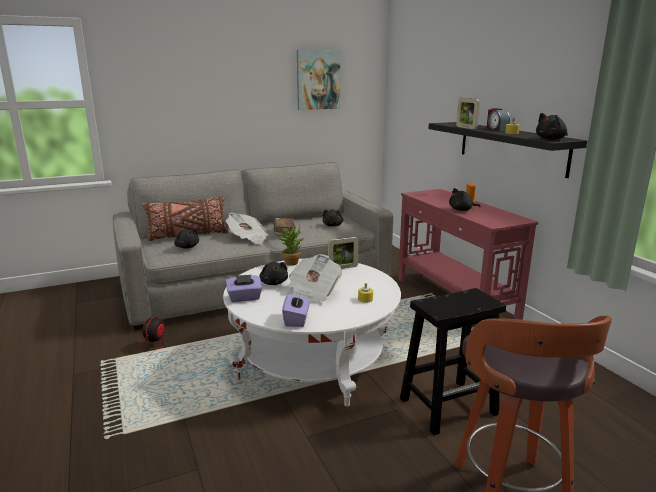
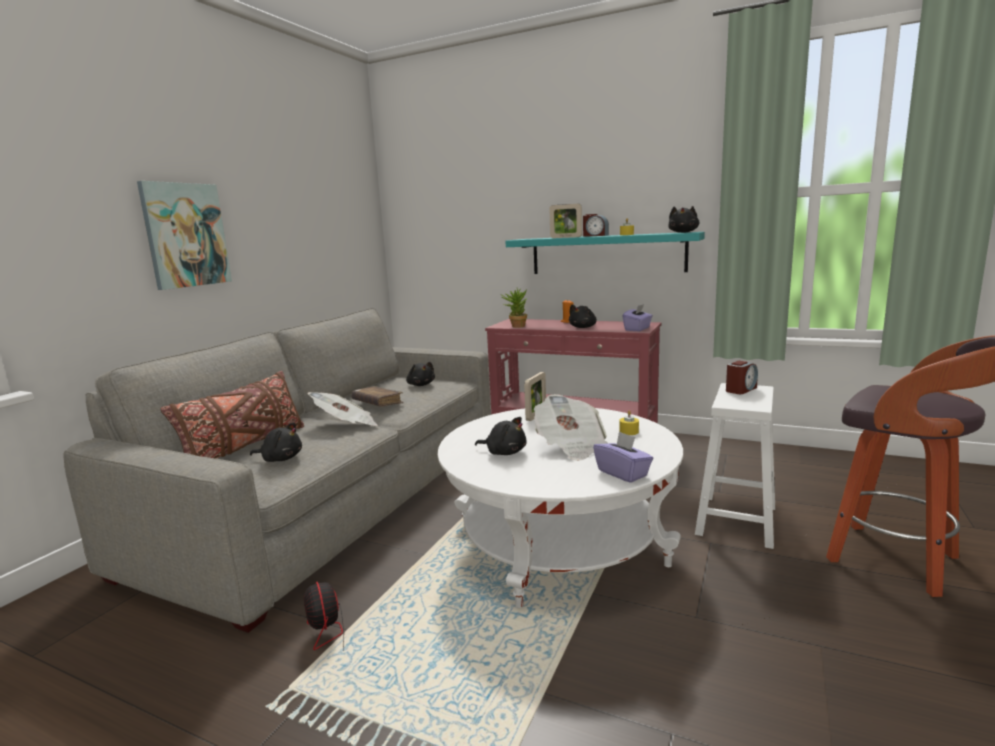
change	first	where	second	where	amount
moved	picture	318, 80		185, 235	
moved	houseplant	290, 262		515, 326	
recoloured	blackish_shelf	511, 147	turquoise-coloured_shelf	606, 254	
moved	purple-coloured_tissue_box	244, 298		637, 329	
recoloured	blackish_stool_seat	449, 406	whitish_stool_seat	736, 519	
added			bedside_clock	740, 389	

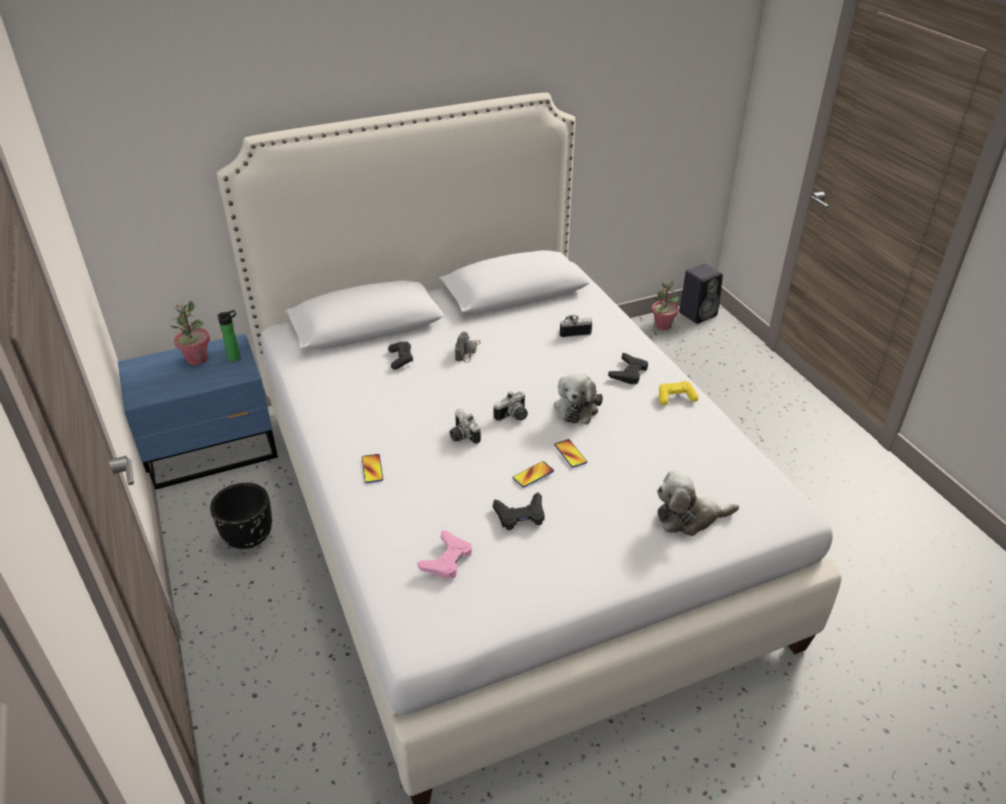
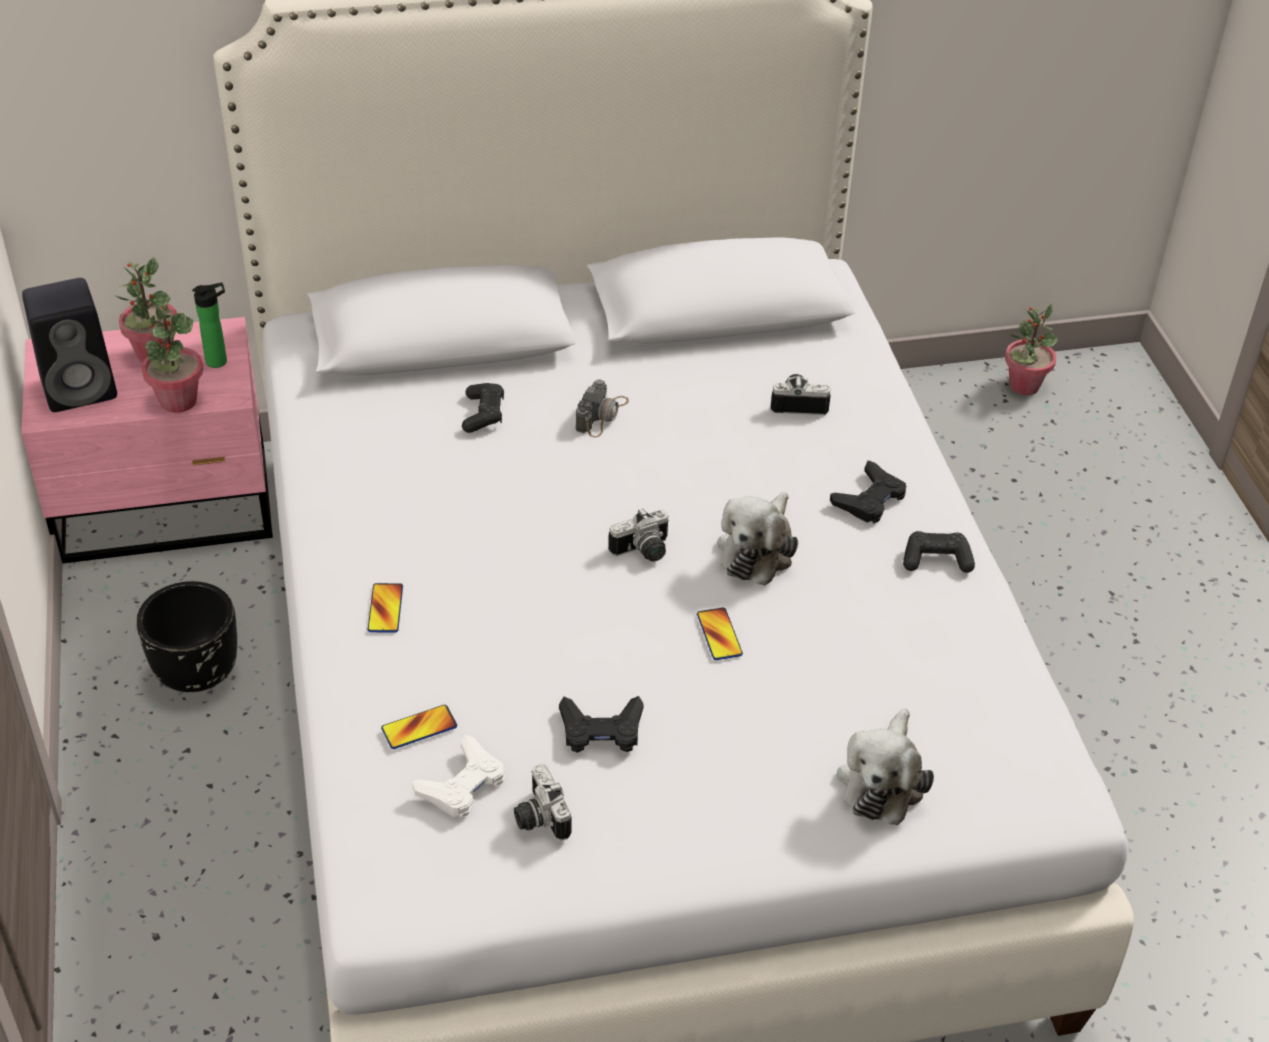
change	first	where	second	where	amount
recoloured	blue-coloured_bedside_table	213, 450	pink-coloured_bedside_table	168, 508	
moved	blackish_audio_speaker	698, 313		82, 387	
added			houseplant	178, 401	
moved	handset	533, 475		419, 728	
recoloured	pink-coloured_gamepad	447, 559	whitish_gamepad	463, 784	
moved	still_camera	461, 436		538, 818	
turned	soft_toy	689, 517		882, 780	75 degrees counterclockwise
recoloured	yellowish_gamepad	675, 398	blackish_gamepad	936, 560	

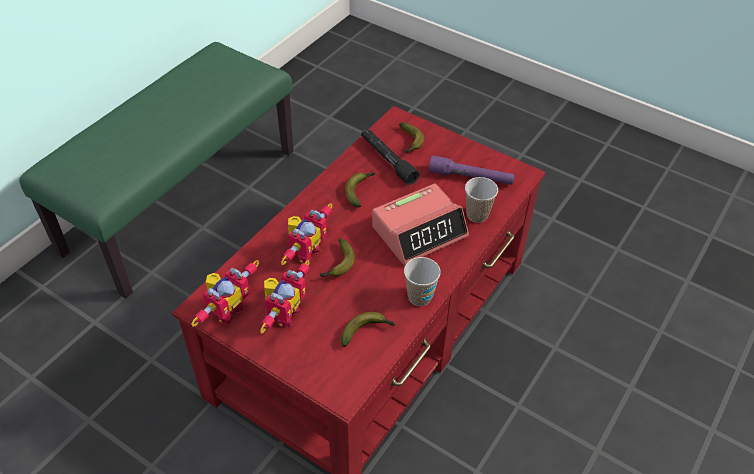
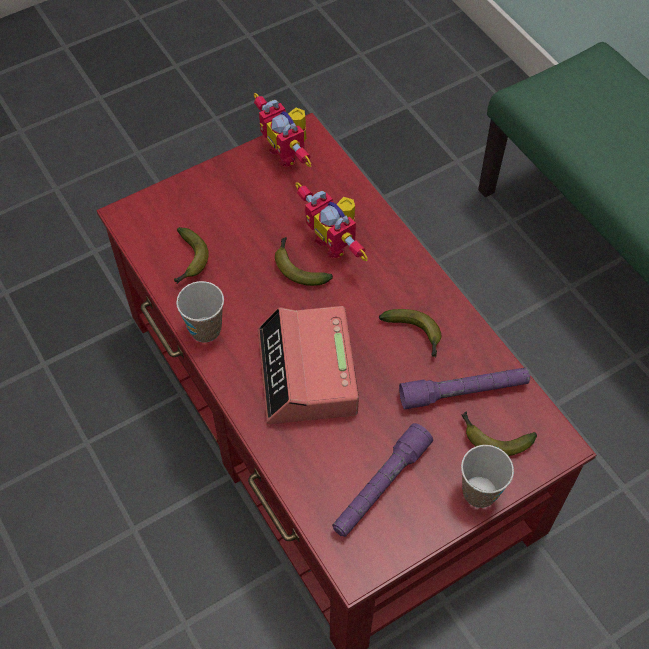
change	first	where	second	where	amount
recoloured	blackish_torch	387, 160	purple-coloured_torch	464, 392	
moved	small_cup	477, 215		479, 492	
removed	toy_robot	283, 313			

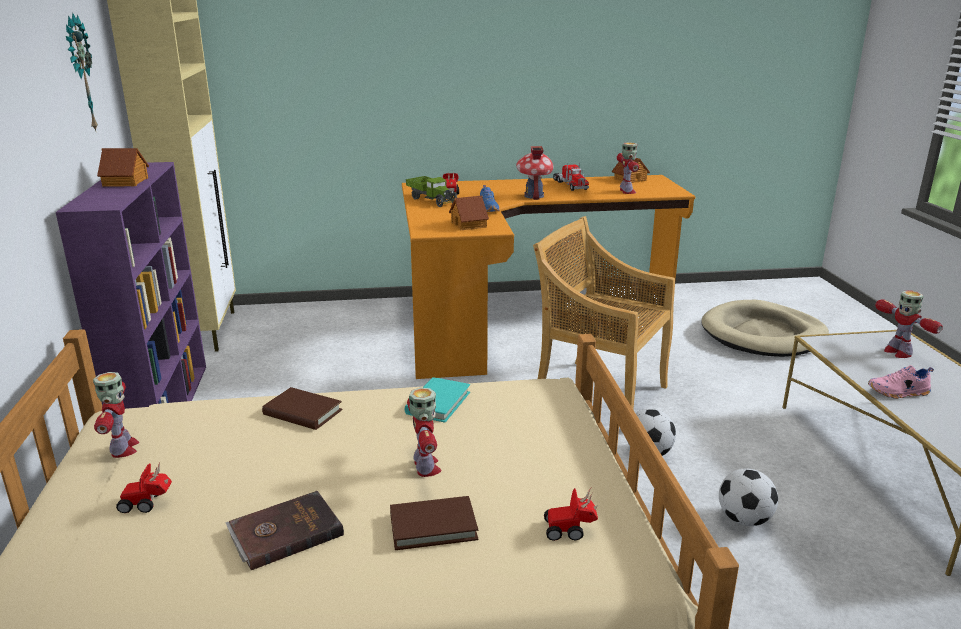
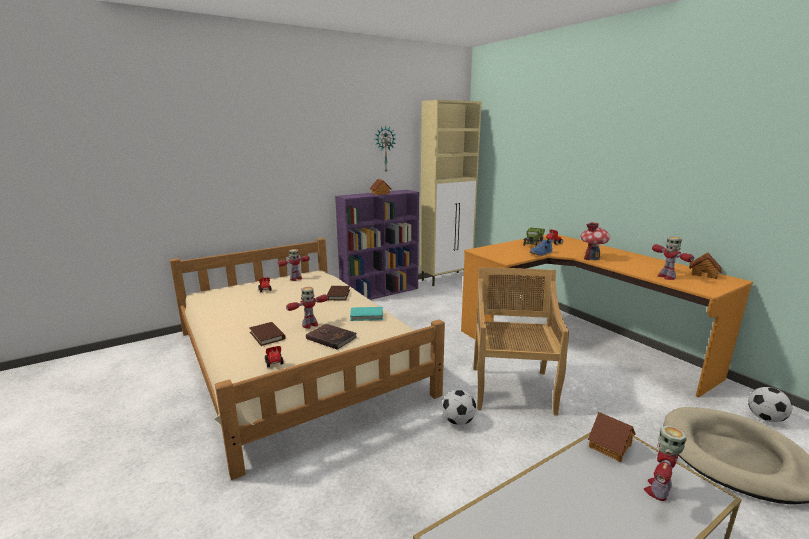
change	first	where	second	where	amount
moved	brown-coloured_bound_book	285, 532		331, 337	
moved	toy_house	469, 224		610, 446	
turned	toy_robot	627, 191		666, 277	105 degrees clockwise
moved	football_ball	744, 519		765, 418	
removed	toy_lorry	570, 185			
removed	pink-coloured_item_of_footwear	898, 393			

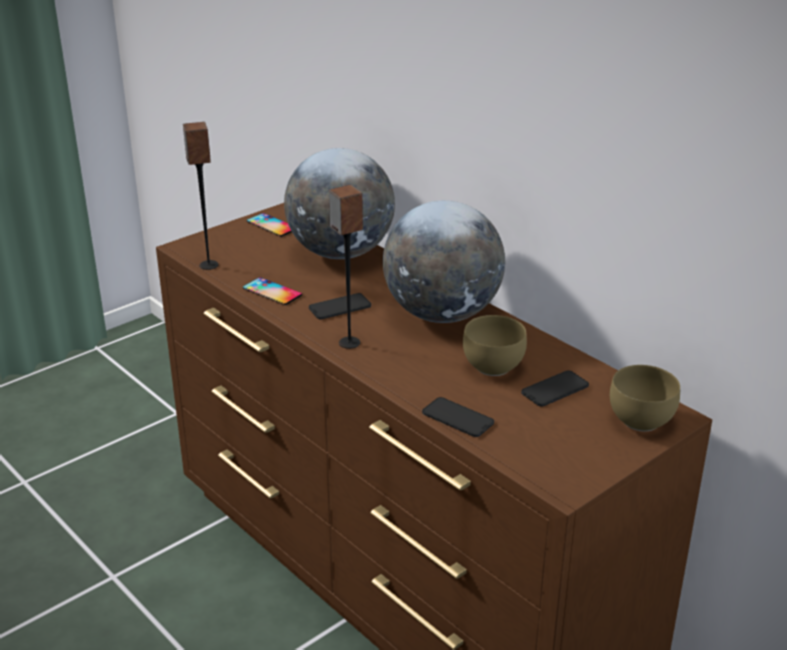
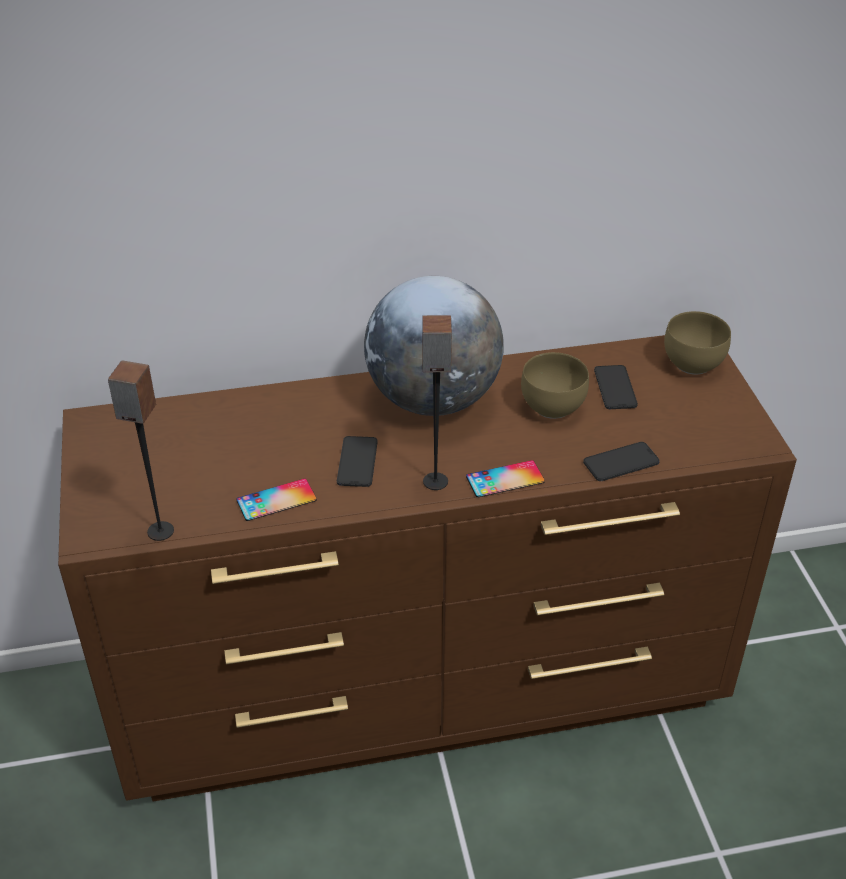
change	first	where	second	where	amount
moved	handset	272, 225		505, 479	
removed	globe	340, 253			

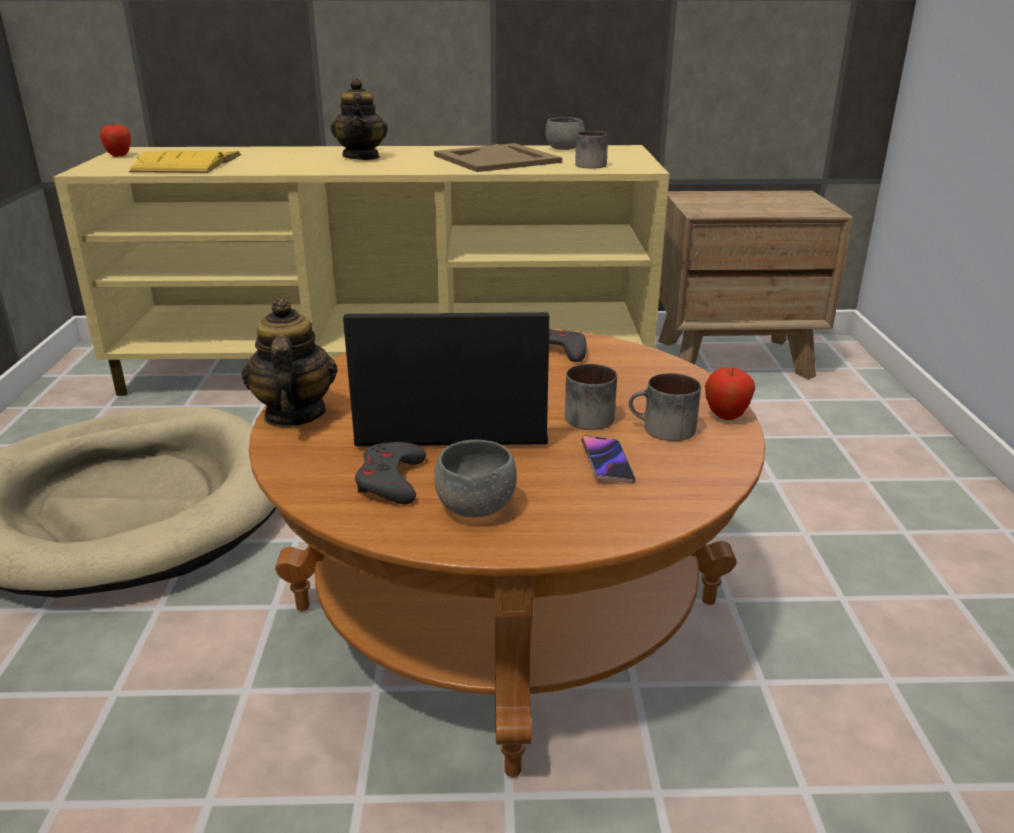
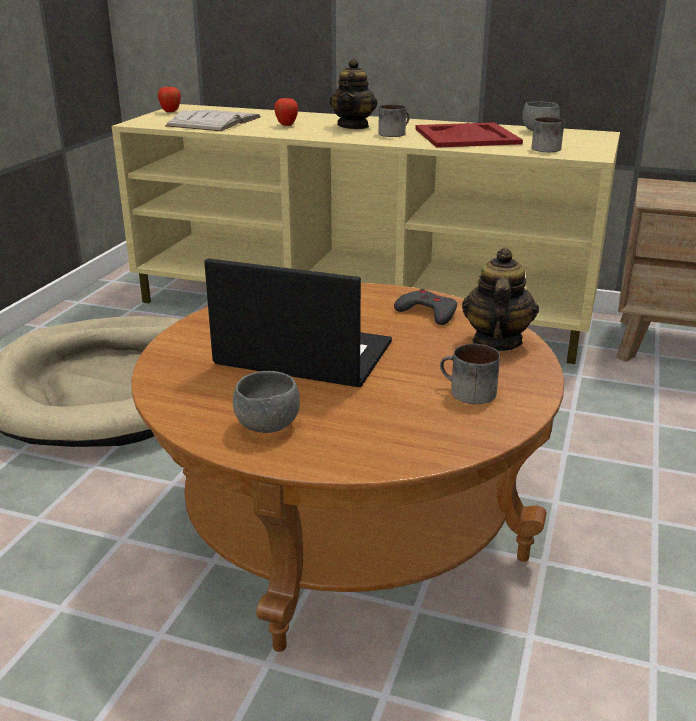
change	first	where	second	where	amount
recoloured	yellowish_bound_book	188, 163	whitish_bound_book	214, 121	
moved	apple	726, 417		286, 125	
moved	tea_mug	590, 415		394, 133	
recoloured	beige-coloured_tray	498, 159	red_tray	468, 136	
moved	tea_pot	294, 415		496, 342	
removed	gray_gamepad	391, 480			
removed	handset	607, 463			

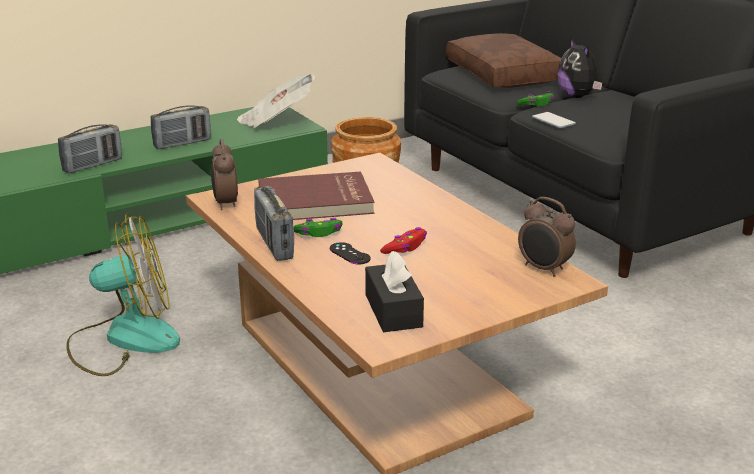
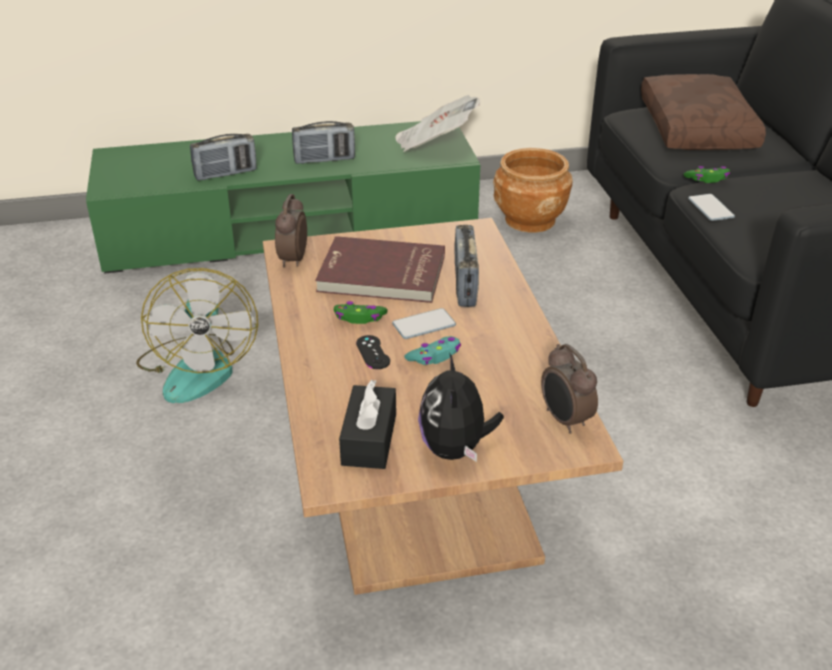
change	first	where	second	where	amount
turned	fan	124, 339		198, 367	75 degrees clockwise
added			handset	424, 325	
recoloured	red_gamepad	405, 247	turquoise-coloured_gamepad	435, 356	
moved	soft_toy	577, 96		455, 449	
moved	radio	274, 244		465, 285	

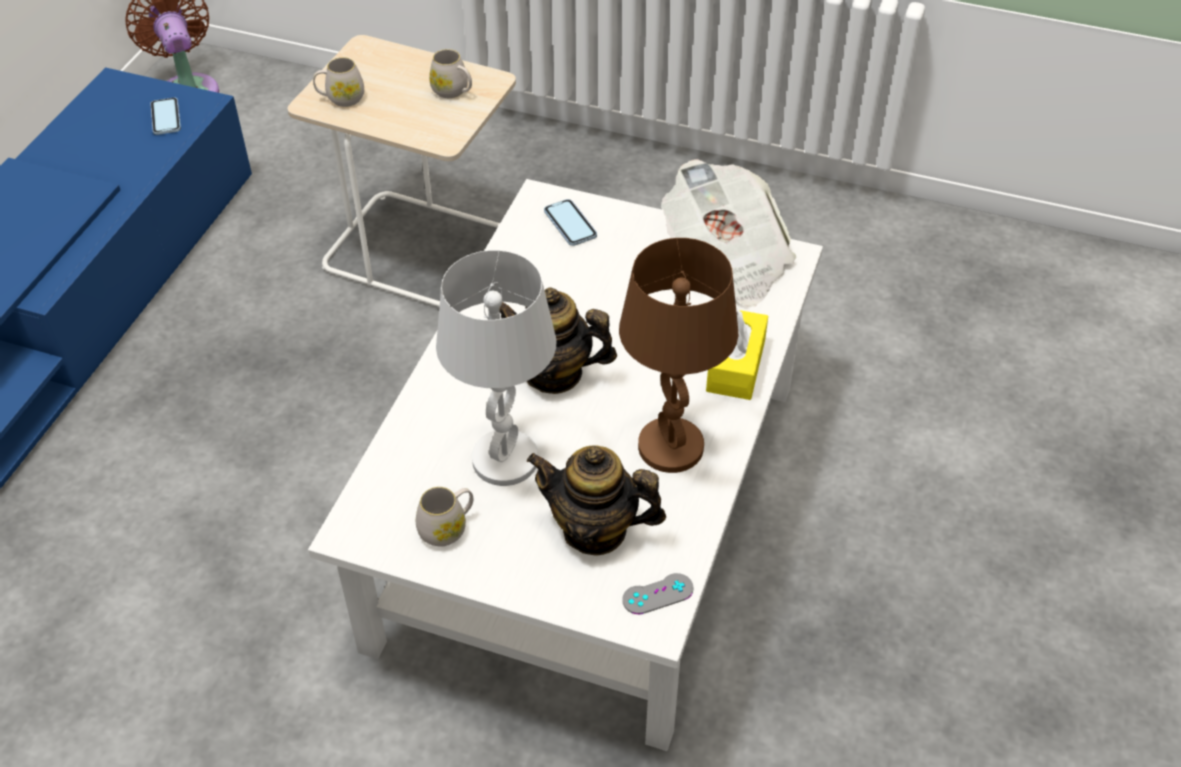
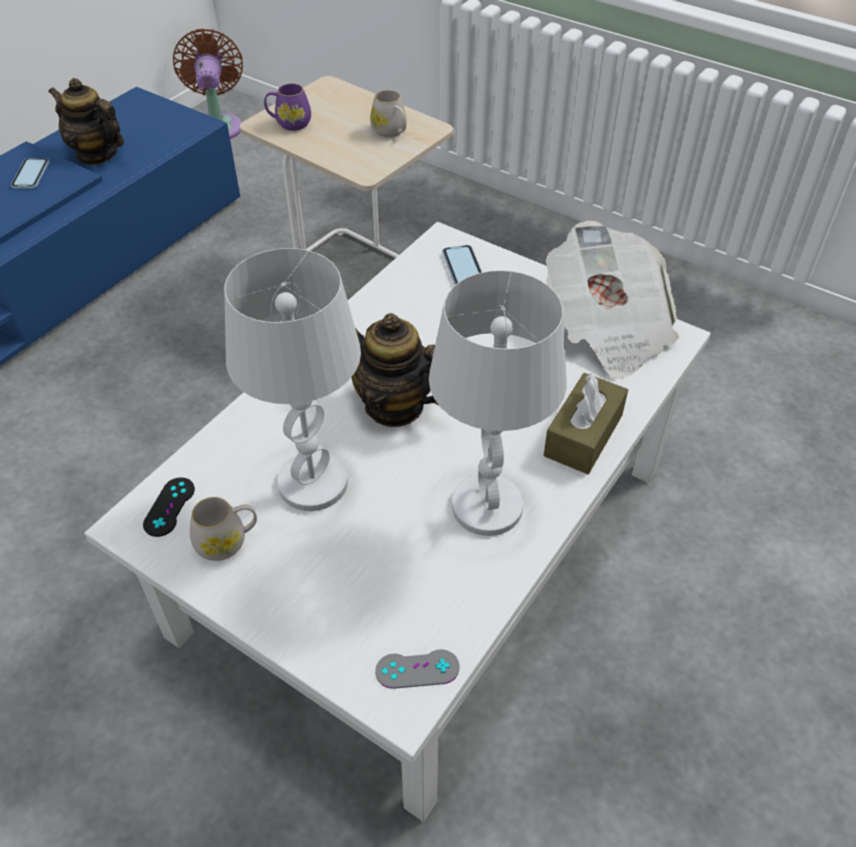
change	first	where	second	where	amount
moved	handset	166, 118		31, 175	
moved	tea_pot	595, 530		97, 154	
added			blackish_gamepad	169, 507	
recoloured	whitish_tea_mug	341, 98	purple-coloured_tea_mug	289, 123	
recoloured	brown-coloured_table_lamp	670, 446	whitish_table_lamp	486, 506	
recoloured	yellowish_tissue_box	735, 365	brown-coloured_tissue_box	583, 435	

